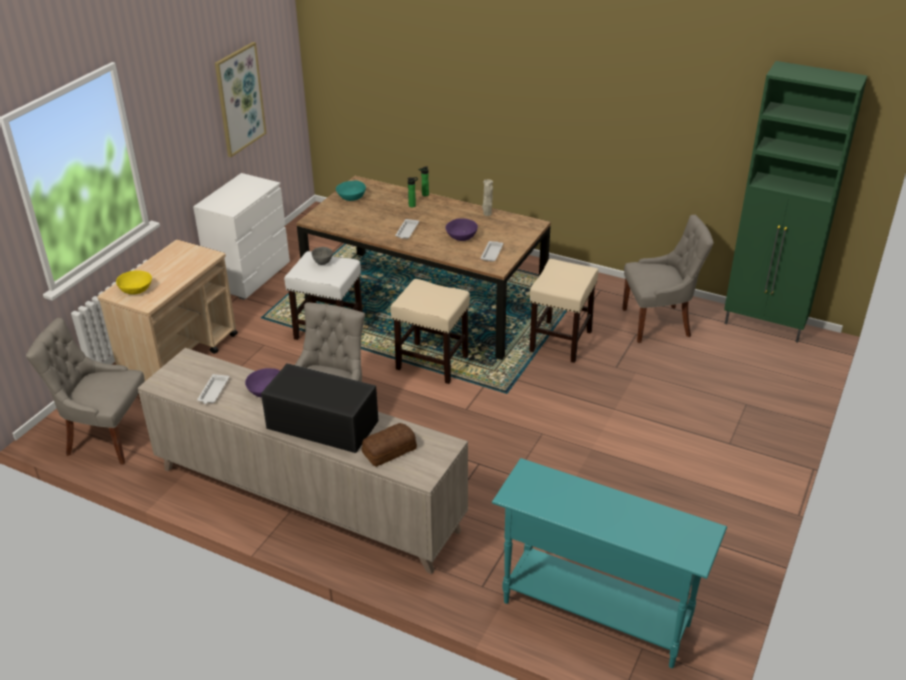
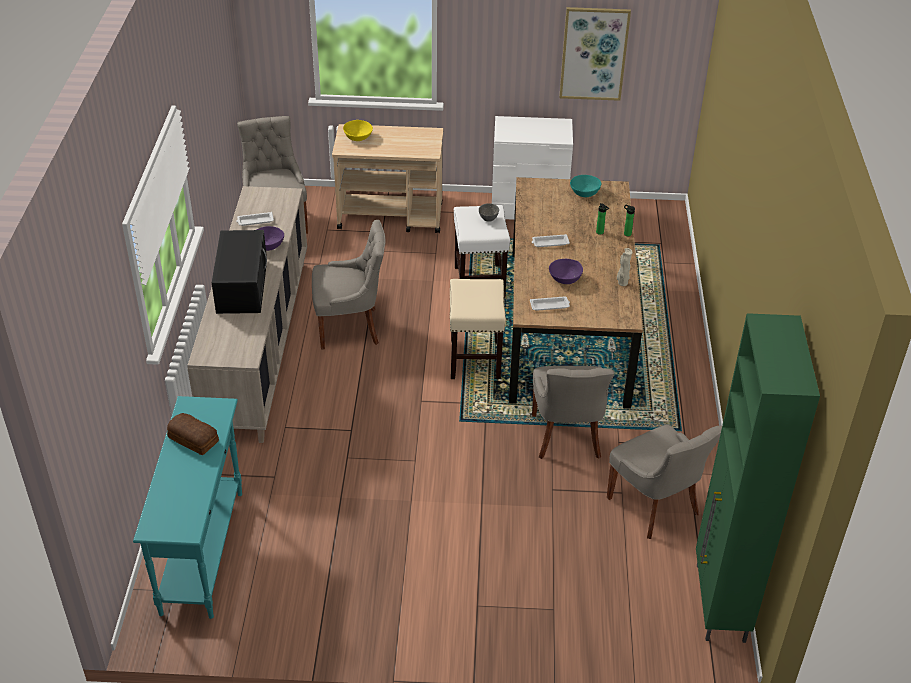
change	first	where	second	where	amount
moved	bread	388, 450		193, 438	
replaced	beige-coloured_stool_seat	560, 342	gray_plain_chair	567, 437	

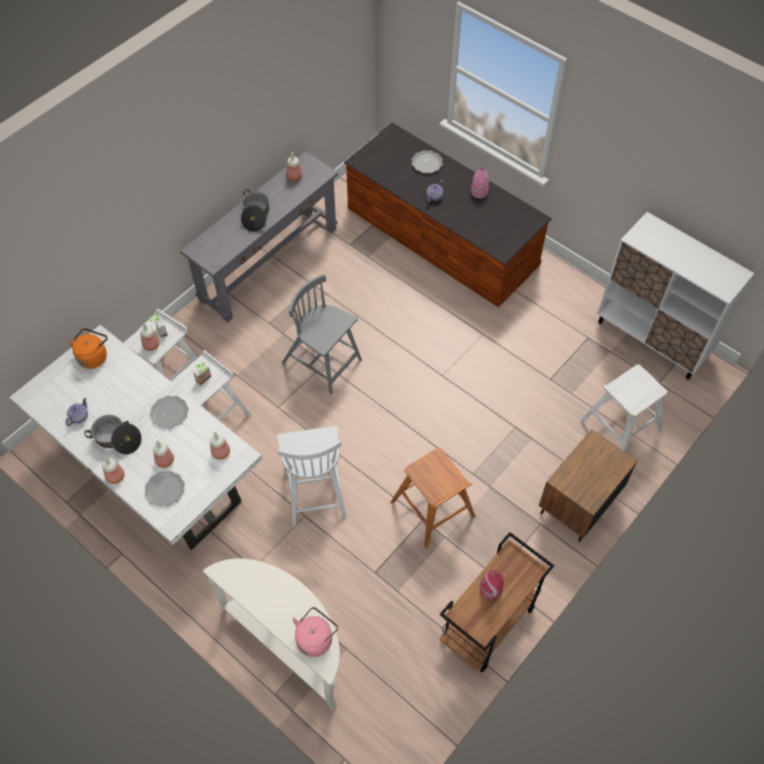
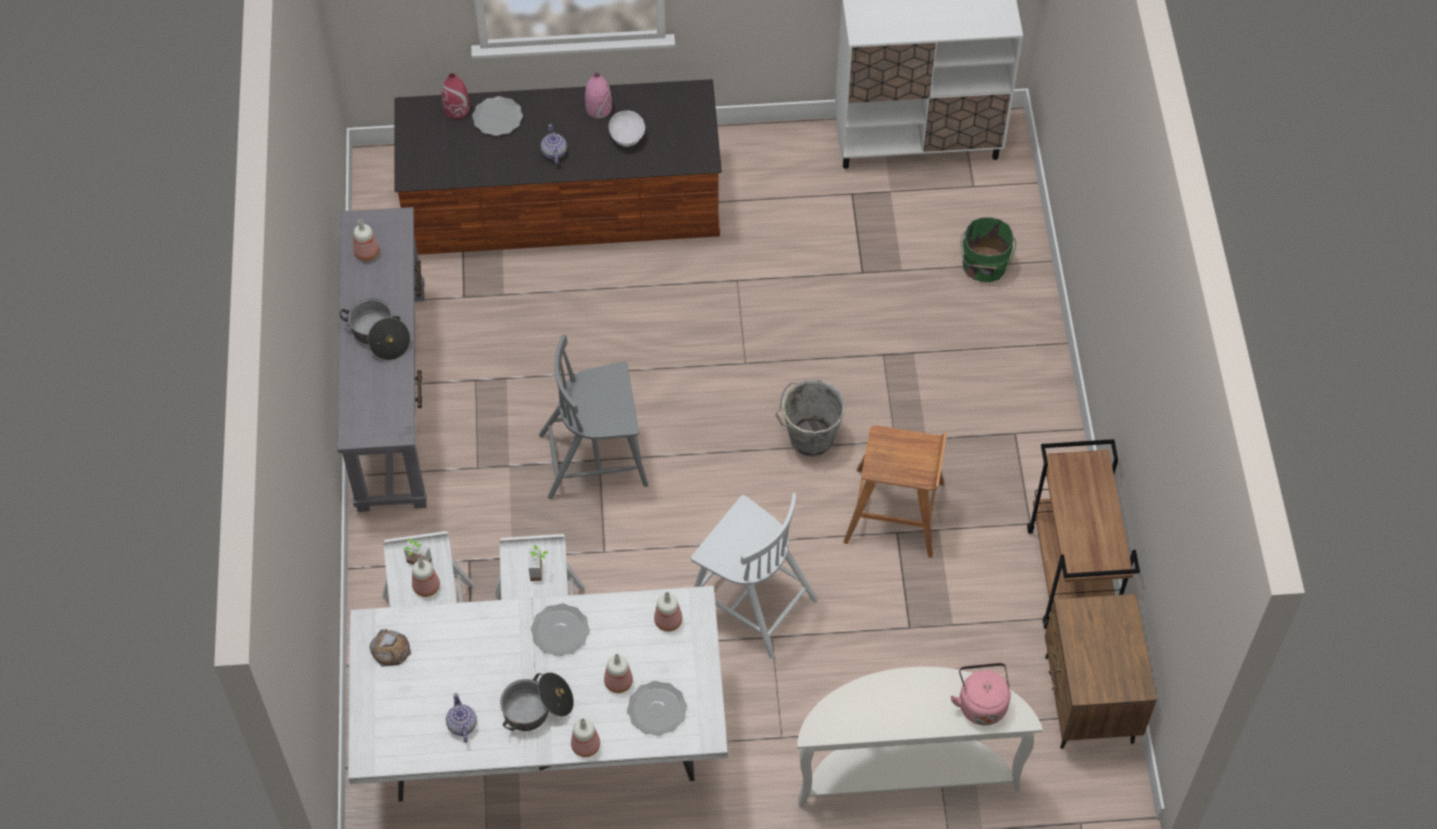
change	first	where	second	where	amount
replaced	orange-coloured_tea_kettle	93, 356	bread	390, 649	
moved	red_flower_vase	491, 589		457, 109	
added			whitish_deep_dish	627, 137	
added			gray_water_bucket	809, 439	
replaced	whitish_stool_seat	619, 426	greenish_water_bucket	984, 266	
moved	brown-coloured_bedside_table	577, 505		1088, 700	

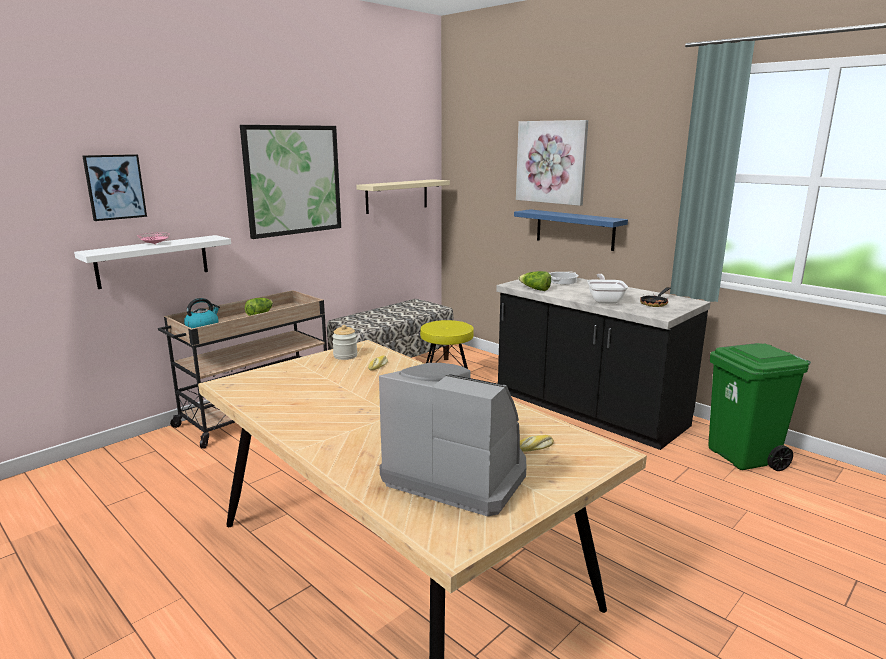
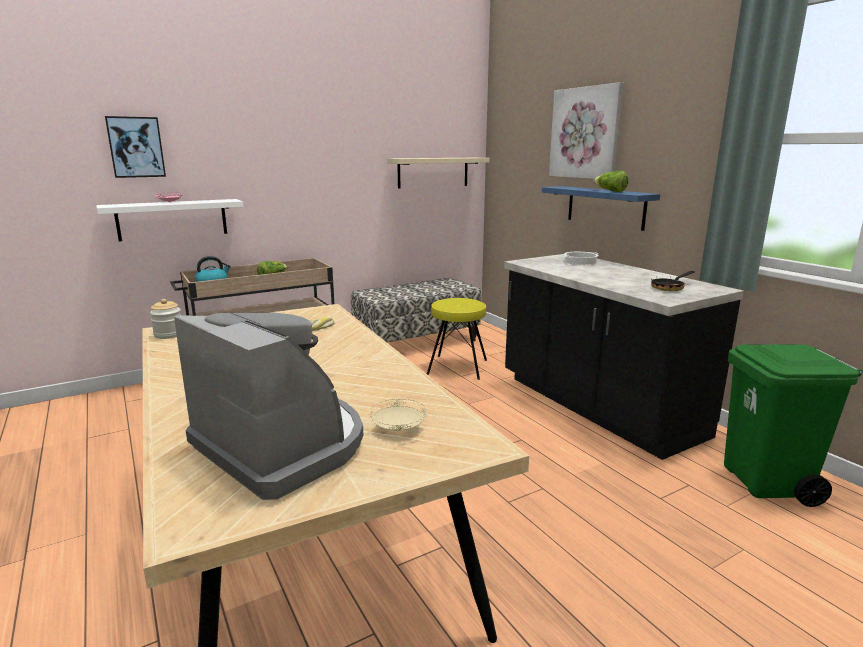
change	first	where	second	where	amount
moved	storage_jar	345, 356		169, 335	
replaced	bread	535, 448	beige-coloured_plate	398, 428	
moved	lettuce	535, 289		610, 191	
removed	picture	293, 180			
removed	skillet	605, 300			

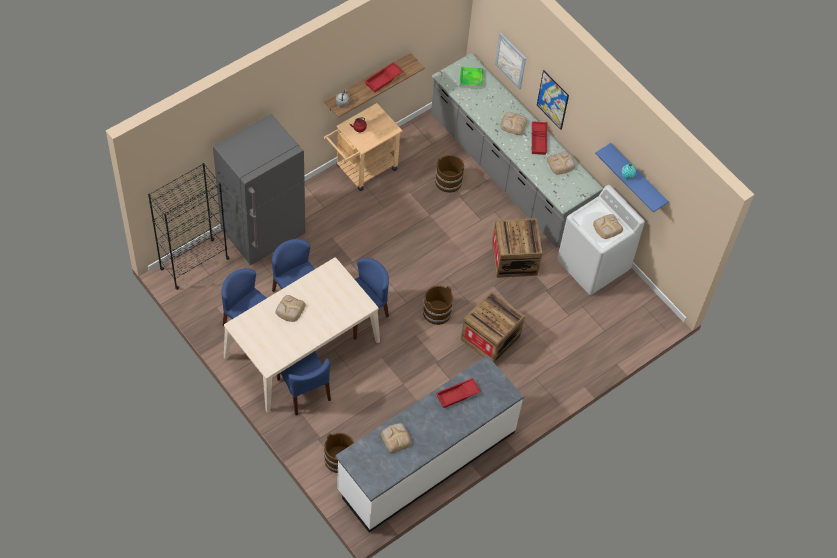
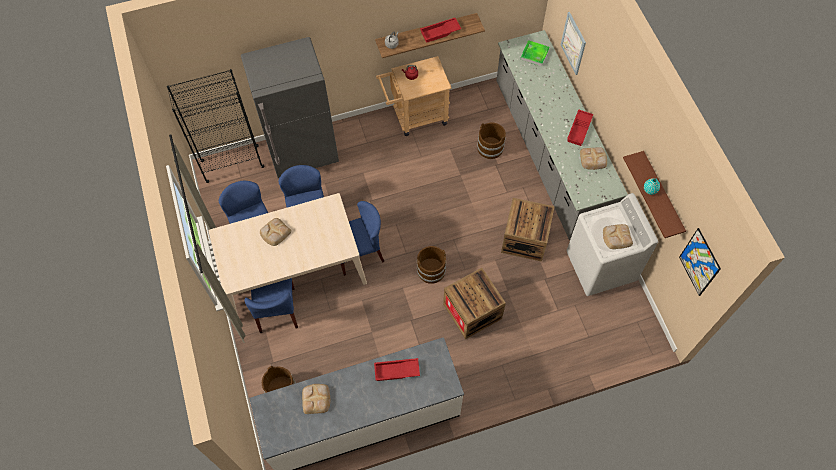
change	first	where	second	where	amount
recoloured	blue-coloured_shelf	637, 177	brown-coloured_shelf	661, 195	
moved	picture	552, 100		699, 262	
removed	bread	513, 124			

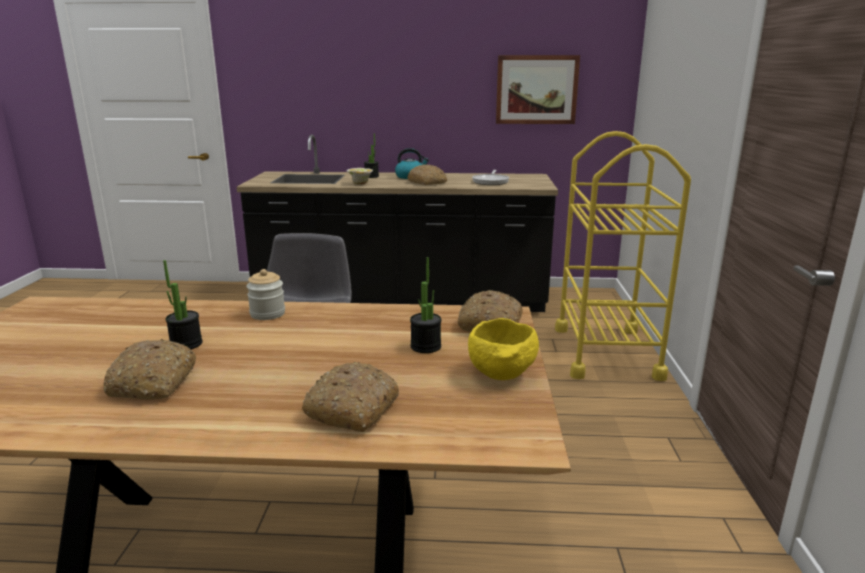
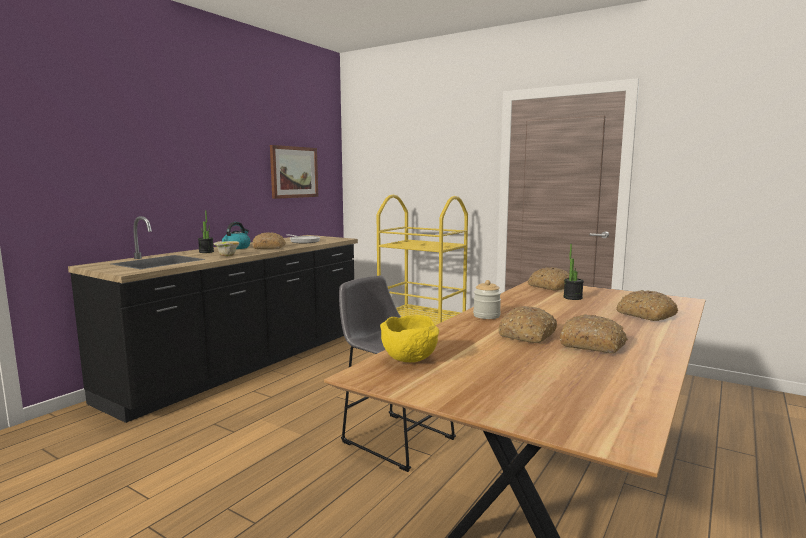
change	first	where	second	where	amount
moved	yellowish_deep_dish	502, 375		411, 360	
replaced	houseplant	186, 344	bread	527, 335	

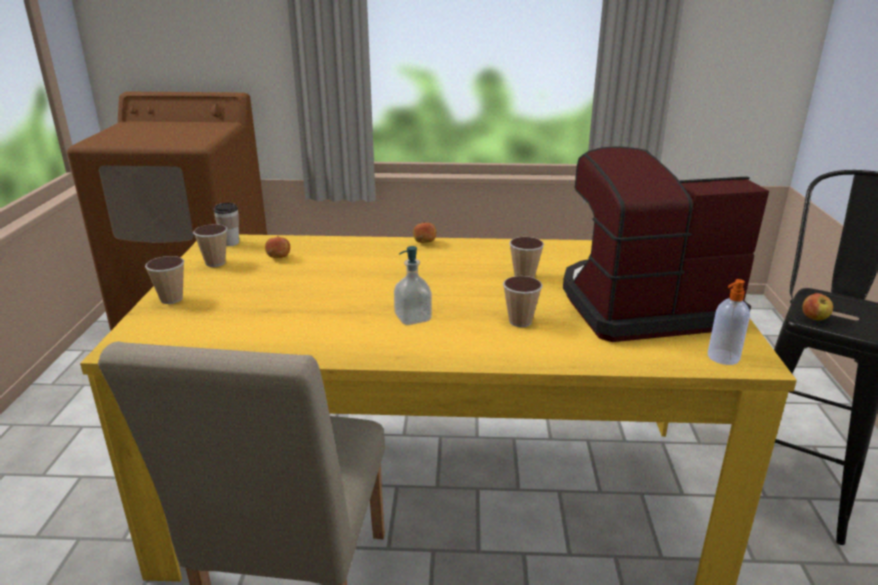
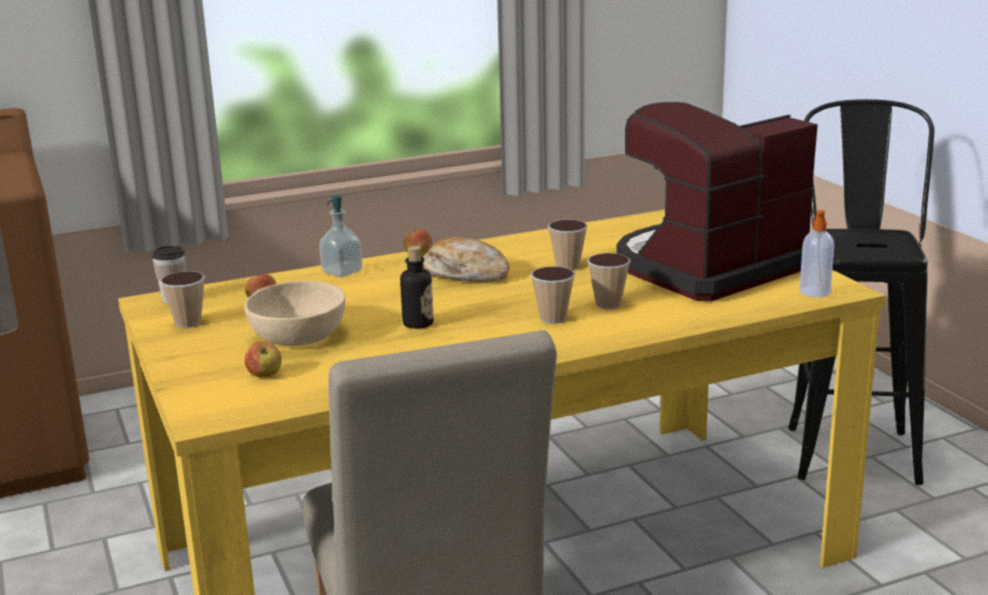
change	first	where	second	where	amount
added			beige-coloured_deep_dish	298, 336	
moved	apple	814, 318		264, 375	
moved	soap_dispenser	413, 318		342, 272	
added			bottle	418, 323	
added			bread	465, 274	
moved	small_cup	171, 299		553, 318	

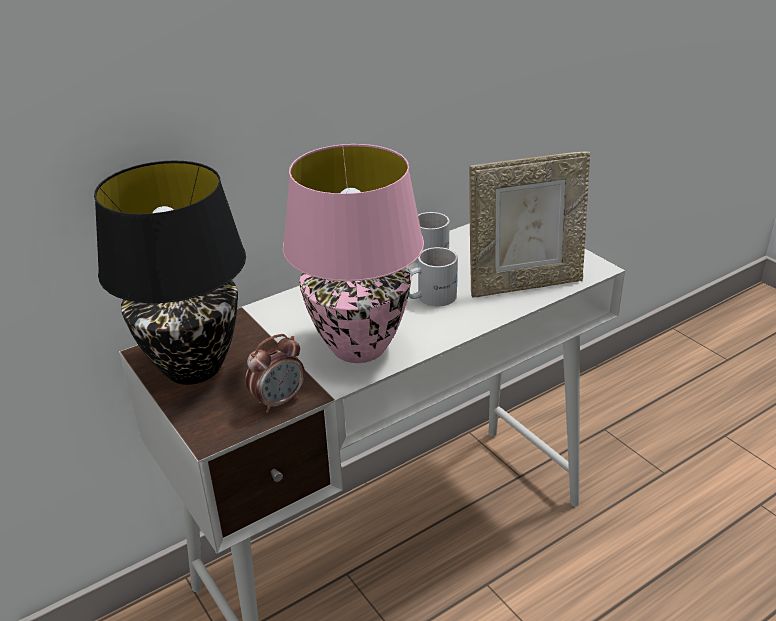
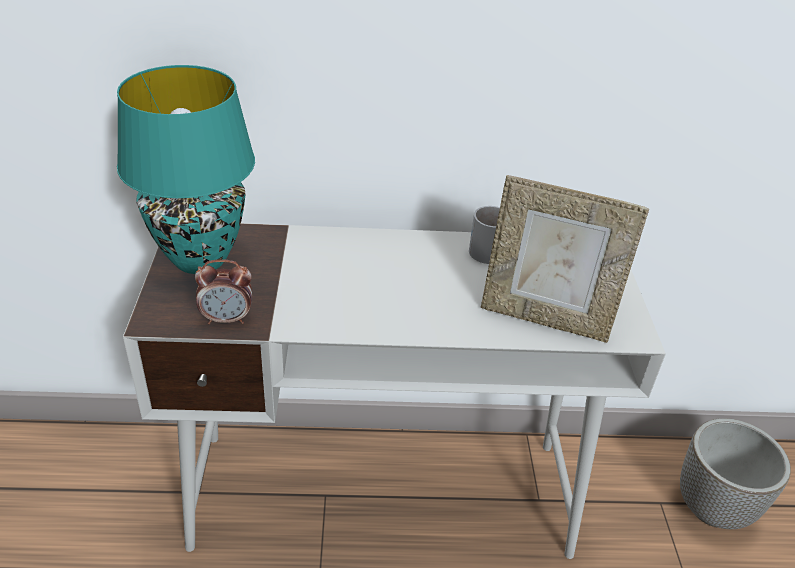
change	first	where	second	where	amount
recoloured	blackish_table_lamp	192, 369	turquoise-coloured_table_lamp	198, 259	
added			plant_pot	713, 507	
removed	pink-coloured_table_lamp	359, 348			
removed	whitish_tea_mug	429, 297			

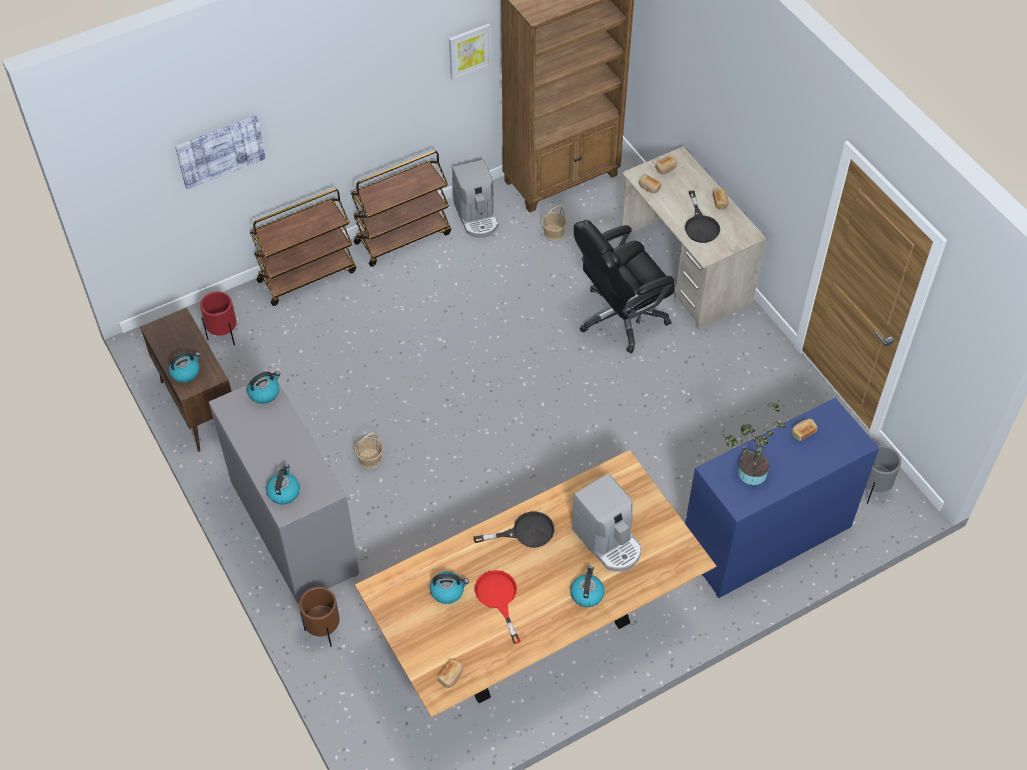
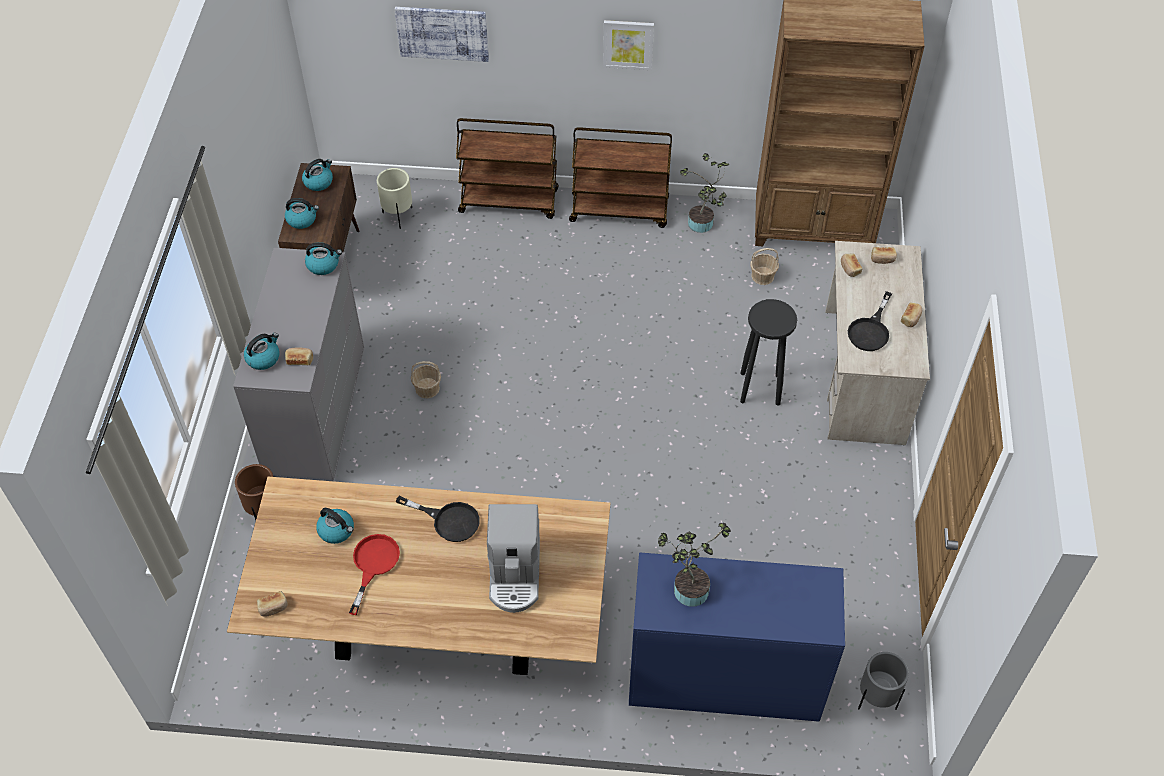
change	first	where	second	where	amount
moved	bread	803, 432		299, 360	
moved	tea_kettle	586, 593		318, 182	
recoloured	red_plant_pot	223, 336	beige-coloured_plant_pot	398, 216	
moved	picture	469, 50		628, 44	
replaced	coffee_maker	477, 217	houseplant	702, 225	
replaced	blackish_computer_chair	620, 317	blackish_stool_seat	760, 387	

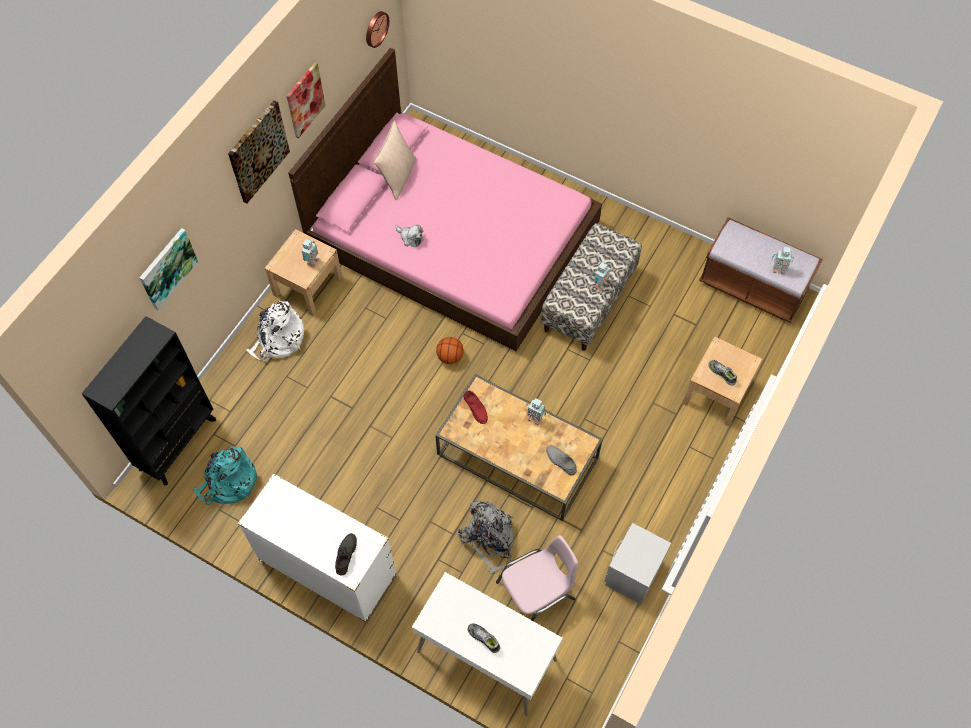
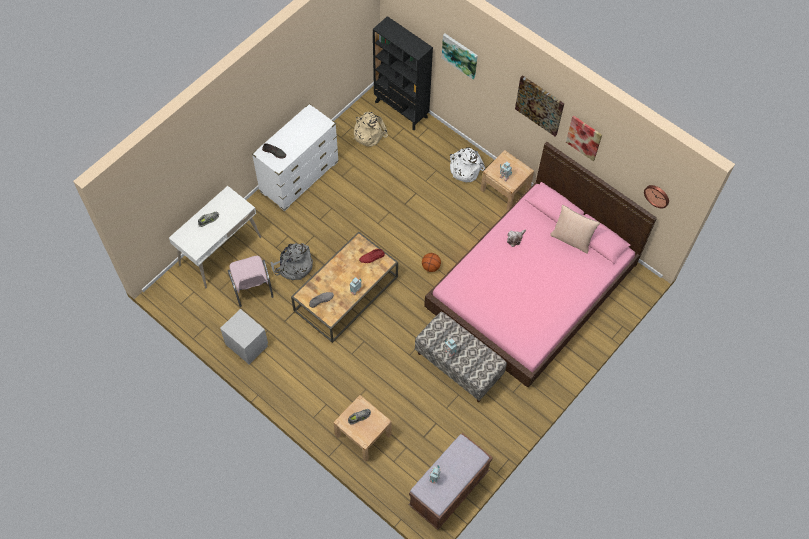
change	first	where	second	where	amount
recoloured	turquoise-coloured_backpack	229, 482	beige-coloured_backpack	368, 133	

